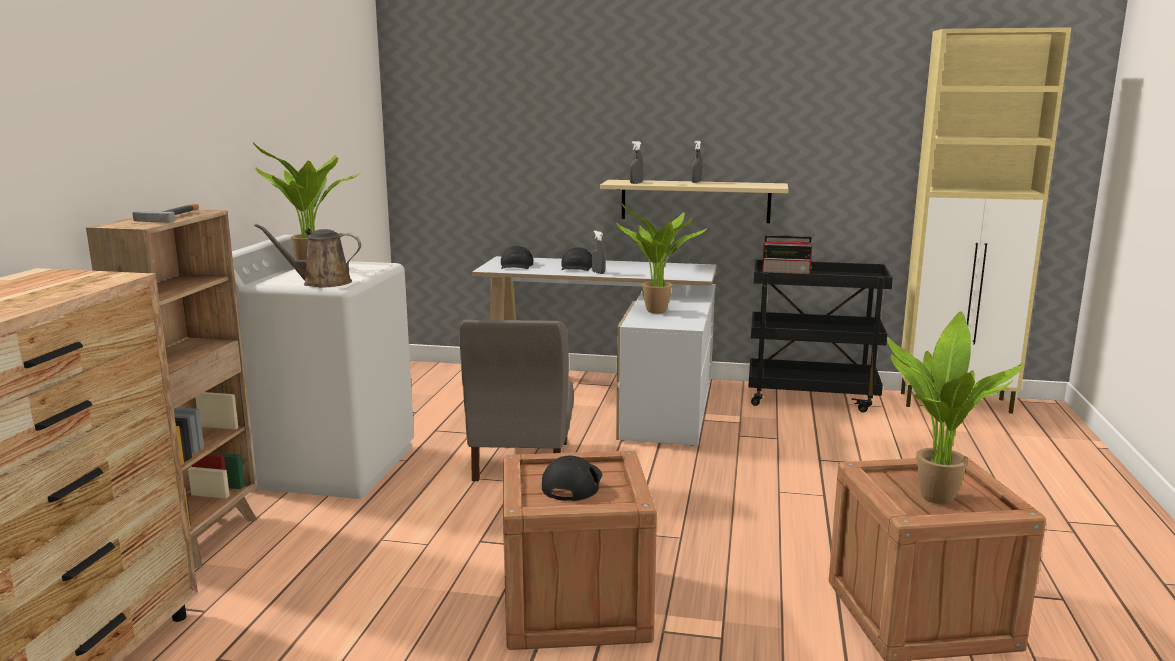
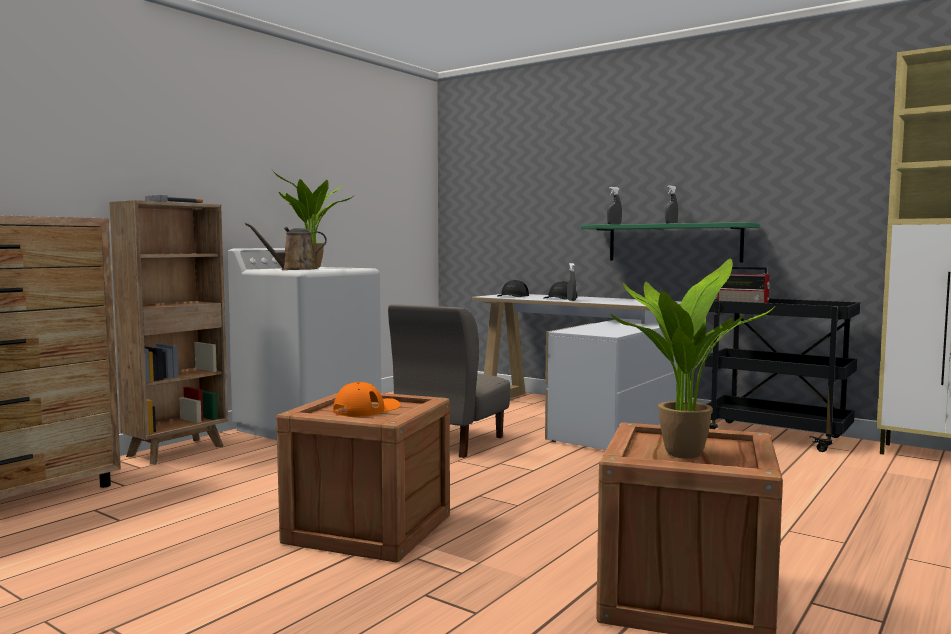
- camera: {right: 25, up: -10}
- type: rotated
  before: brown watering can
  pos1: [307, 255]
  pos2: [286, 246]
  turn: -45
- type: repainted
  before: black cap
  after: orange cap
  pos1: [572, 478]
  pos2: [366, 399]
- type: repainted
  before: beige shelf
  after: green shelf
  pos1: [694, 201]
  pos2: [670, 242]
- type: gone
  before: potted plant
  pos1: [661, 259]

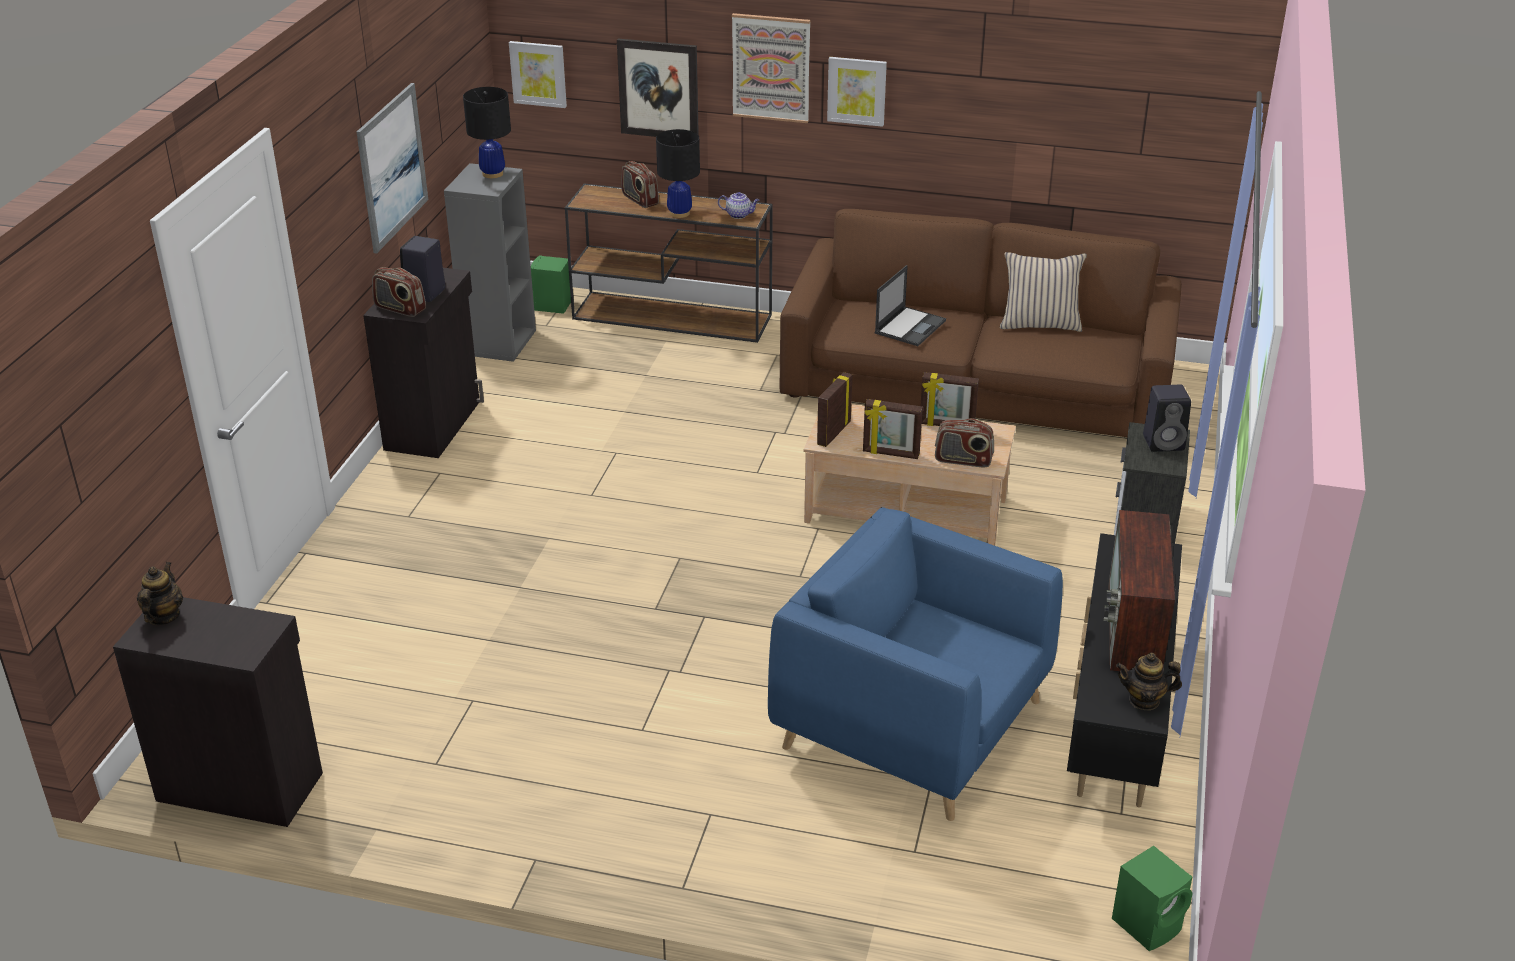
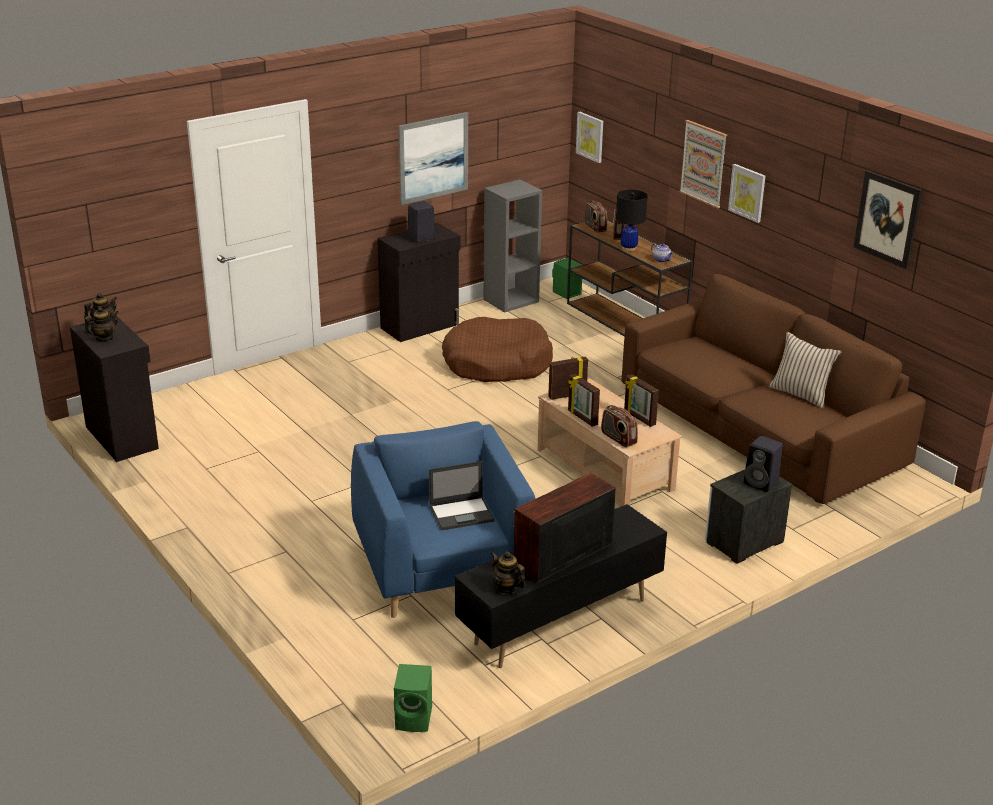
- camera: {right: 40, up: -5}
- type: new
  after: teapot
  pos2: [101, 324]
- type: shifted
  before: laptop
  pos1: [910, 305]
  pos2: [462, 496]
- type: new
  after: brown dog bed
  pos2: [497, 349]
- type: shifted
  before: radio
  pos1: [399, 292]
  pos2: [595, 217]
- type: shifted
  before: picture
  pos1: [658, 88]
  pos2: [888, 219]
- type: gone
  before: black table lamp
  pos1: [487, 132]

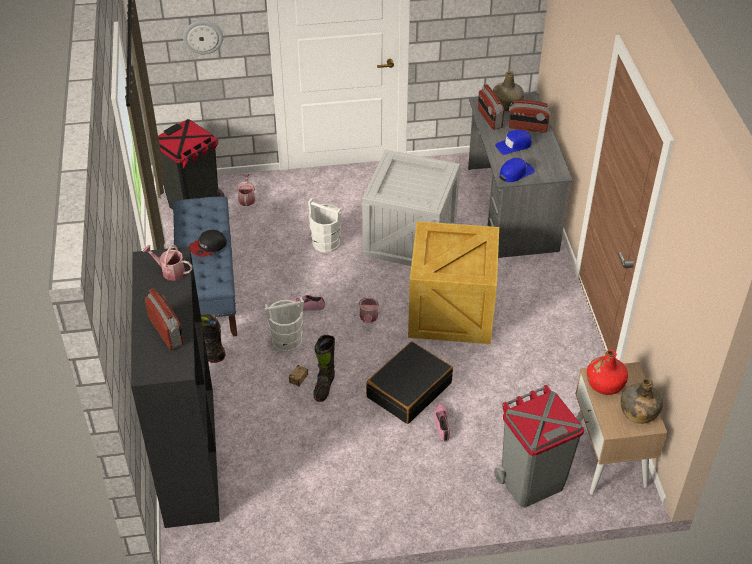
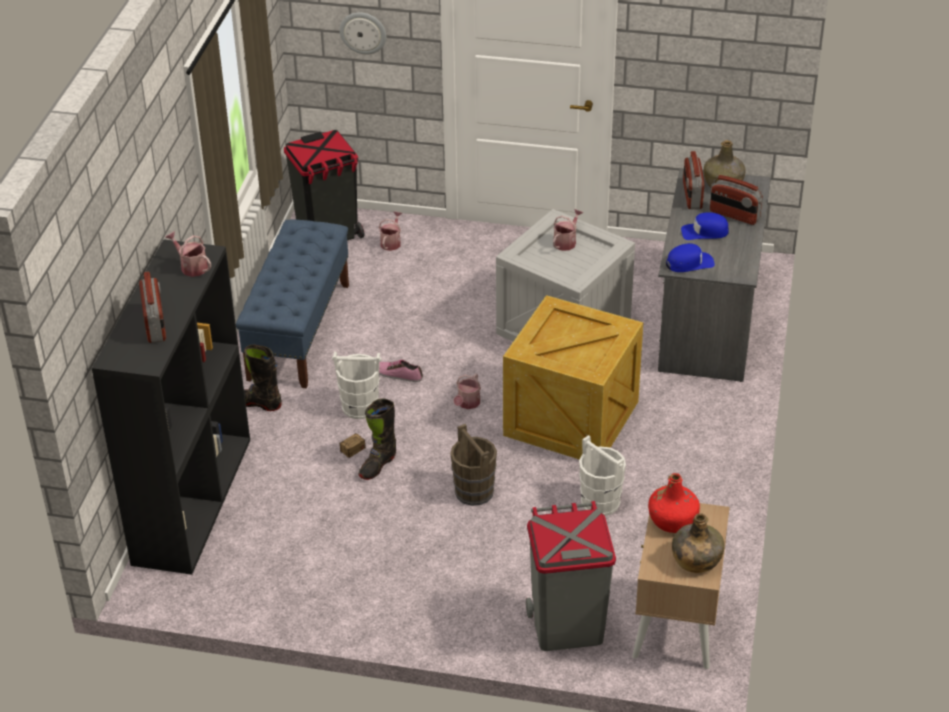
- camera: {right: 20, up: -5}
- type: swapped
  before: black suitcase
  after: brown bucket
  pos1: [409, 382]
  pos2: [473, 465]
- type: new
  after: watering can
  pos2: [568, 230]
- type: shifted
  before: white bucket
  pos1: [325, 225]
  pos2: [602, 475]
- type: gone
  before: cap
  pos1: [208, 243]
- type: gone
  before: shoe
  pos1: [441, 422]

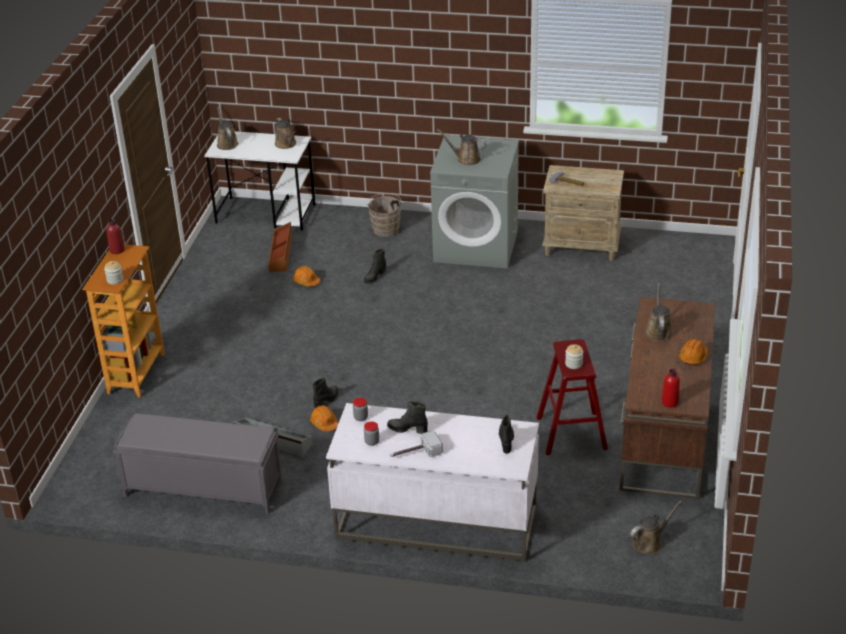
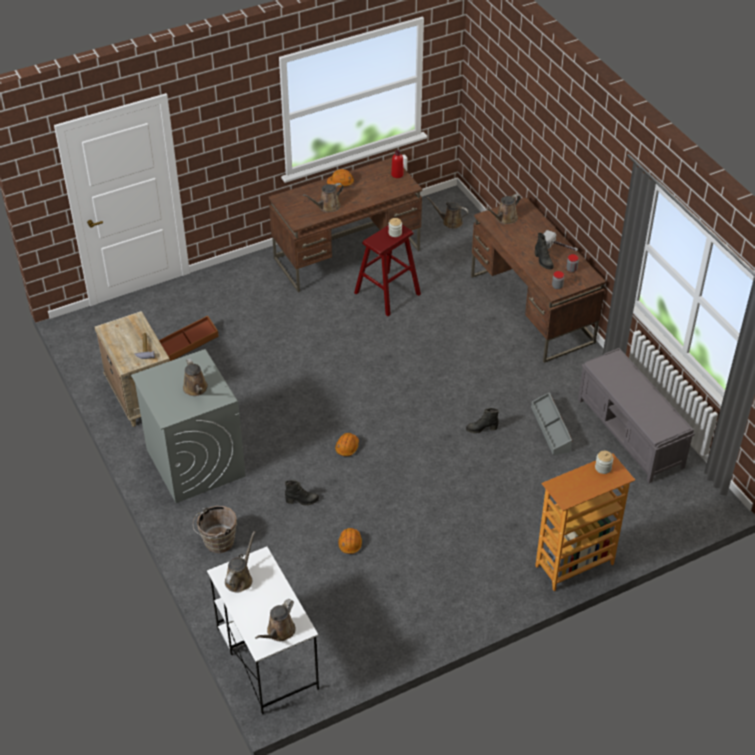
- camera: {right: -130, up: 10}
- type: shifted
  before: brown storage box
  pos1: [280, 247]
  pos2: [189, 339]
- type: shifted
  before: orange hard hat
  pos1: [324, 418]
  pos2: [347, 444]
- type: repainted
  before: white desk
  after: brown desk
  pos1: [432, 482]
  pos2: [538, 280]
- type: swapped
  before: black boot
  after: brown watering can
  pos1: [506, 434]
  pos2: [503, 209]
- type: gone
  before: red bottle
  pos1: [115, 236]

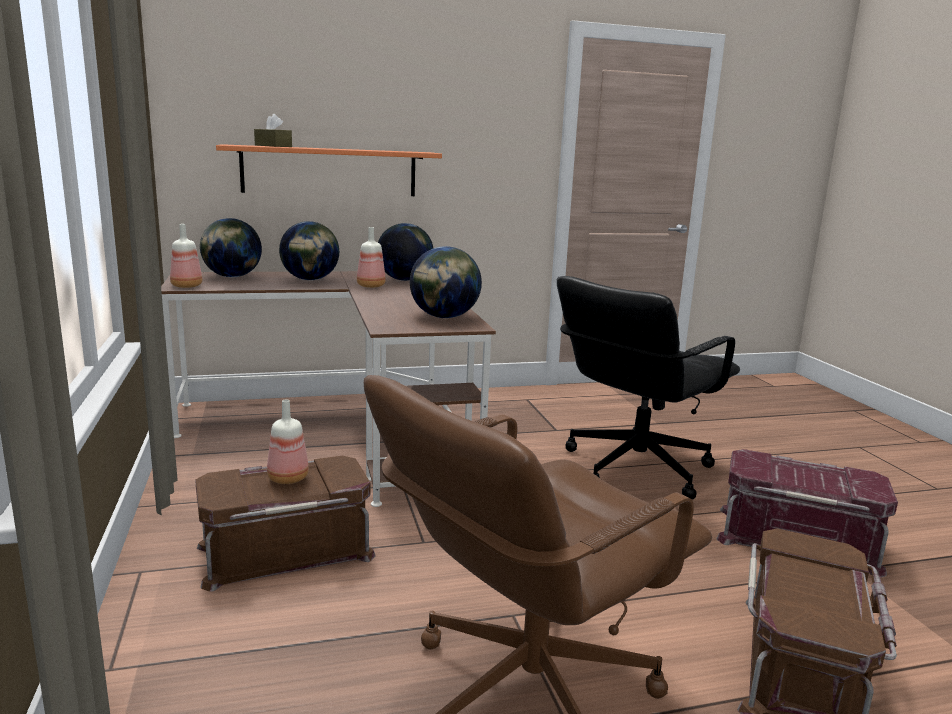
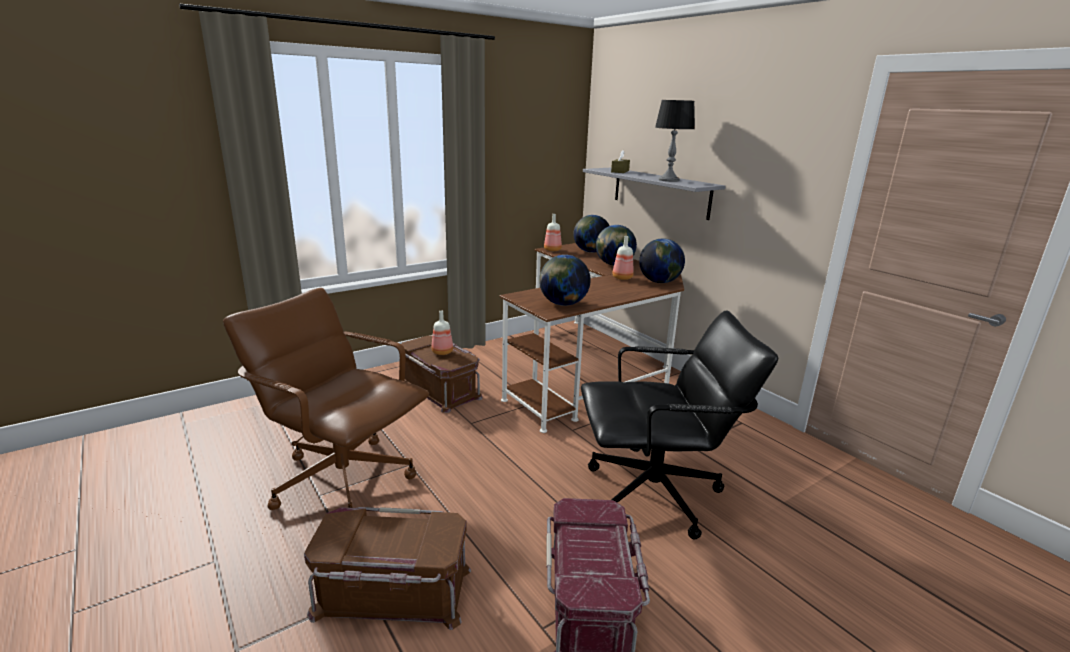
- camera: {right: 70, up: 5}
- type: rotated
  before: black office chair
  pos1: [648, 388]
  pos2: [679, 425]
  turn: 150
- type: repainted
  before: orange shelf
  after: grey shelf
  pos1: [329, 170]
  pos2: [654, 194]
- type: new
  after: table lamp
  pos2: [675, 141]

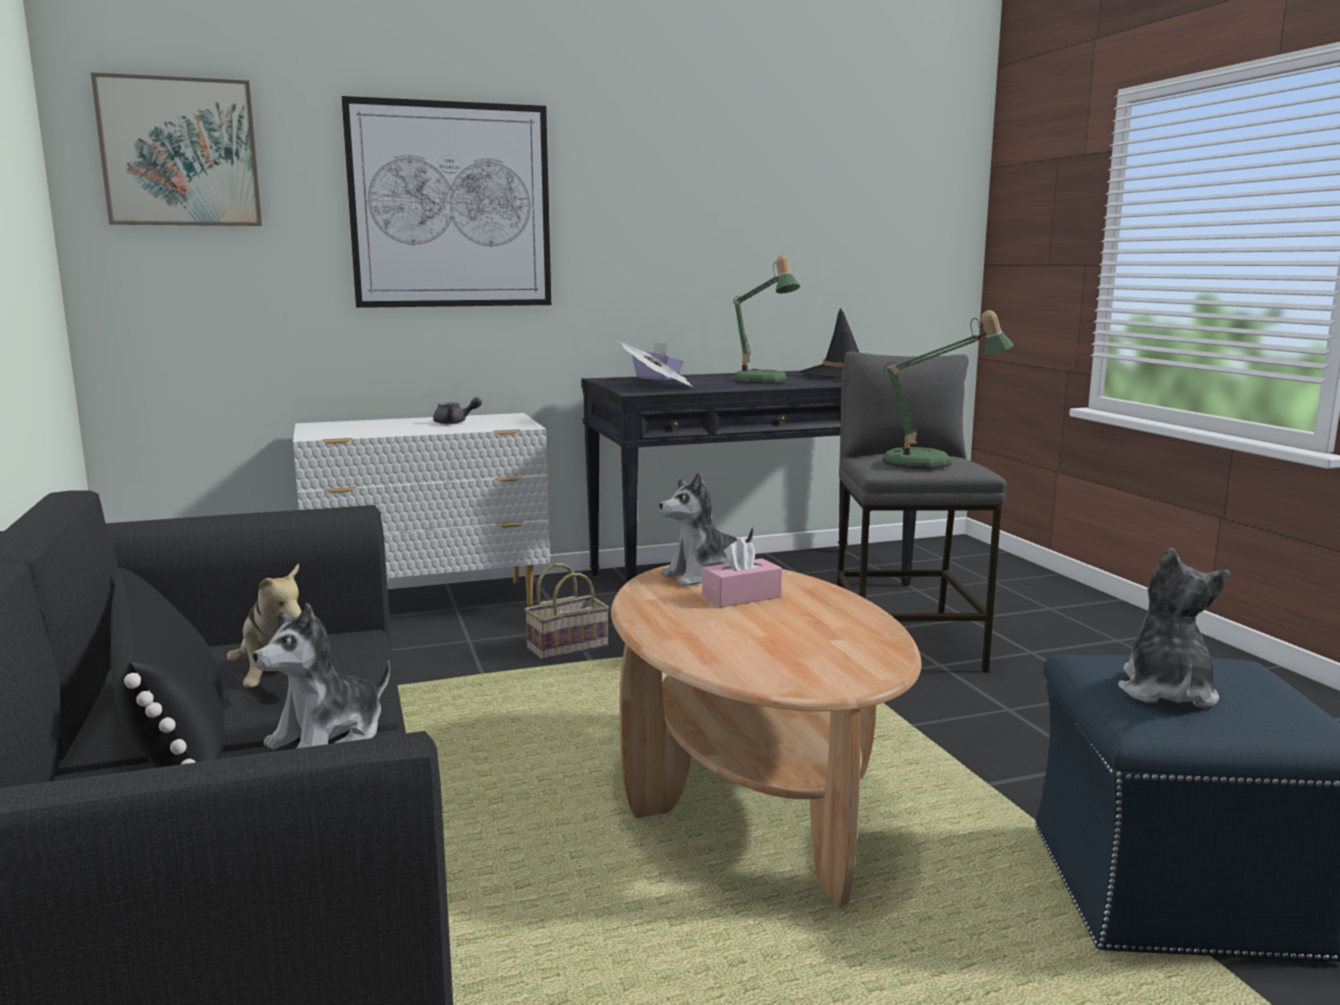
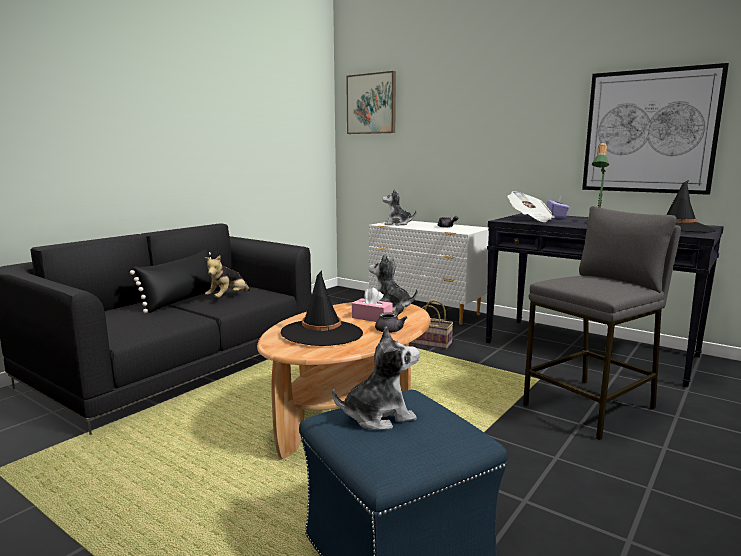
- camera: {right: 55, up: 0}
- type: new
  after: black hat
  pos2: [322, 308]
- type: new
  after: grey teapot
  pos2: [391, 318]
- type: shifted
  before: plush toy
  pos1: [321, 676]
  pos2: [399, 207]
- type: shifted
  before: picture
  pos1: [446, 202]
  pos2: [655, 129]
- type: gone
  before: table lamp
  pos1: [948, 389]

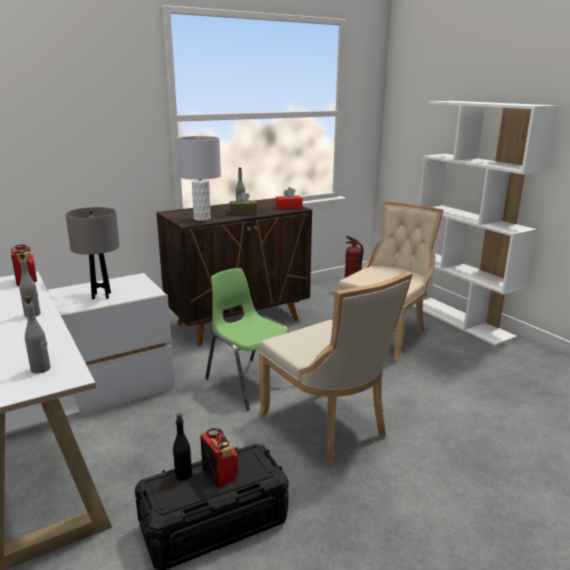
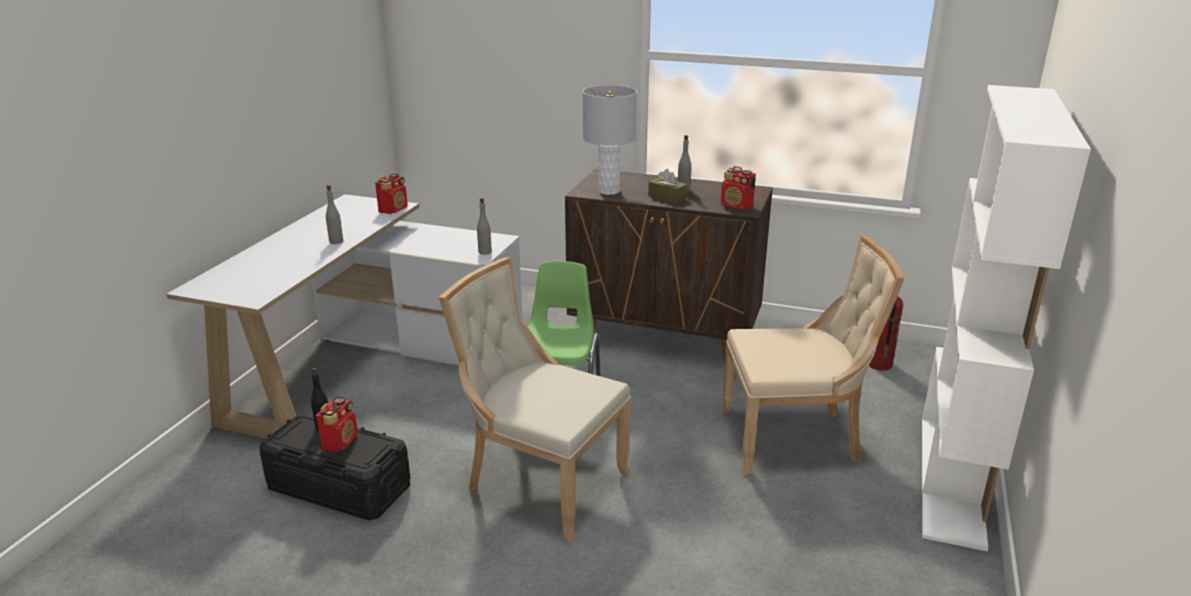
- camera: {right: 50, up: 5}
- type: rotated
  before: beige chair
  pos1: [335, 367]
  pos2: [535, 399]
  turn: 105
- type: shifted
  before: grey bottle
  pos1: [37, 335]
  pos2: [484, 226]
- type: swapped
  before: red tissue box
  after: radio
  pos1: [289, 198]
  pos2: [738, 188]
- type: gone
  before: grey table lamp
  pos1: [92, 253]

